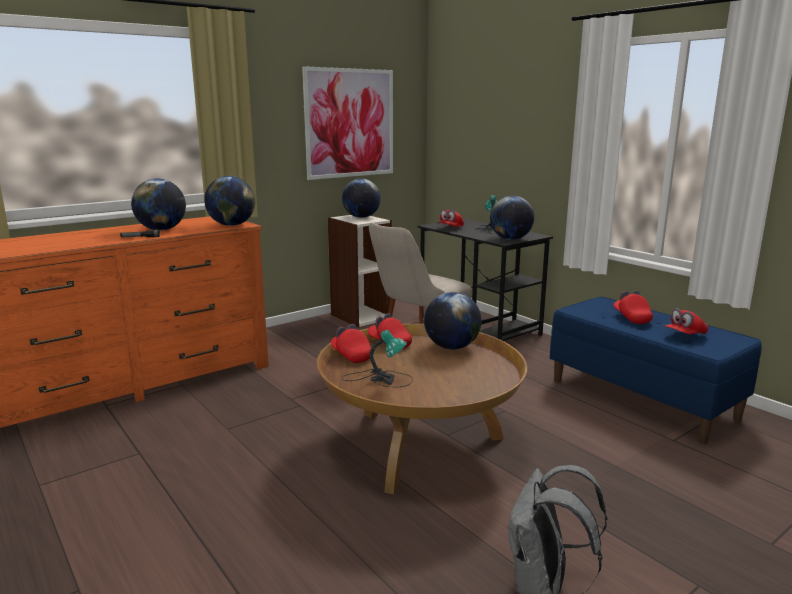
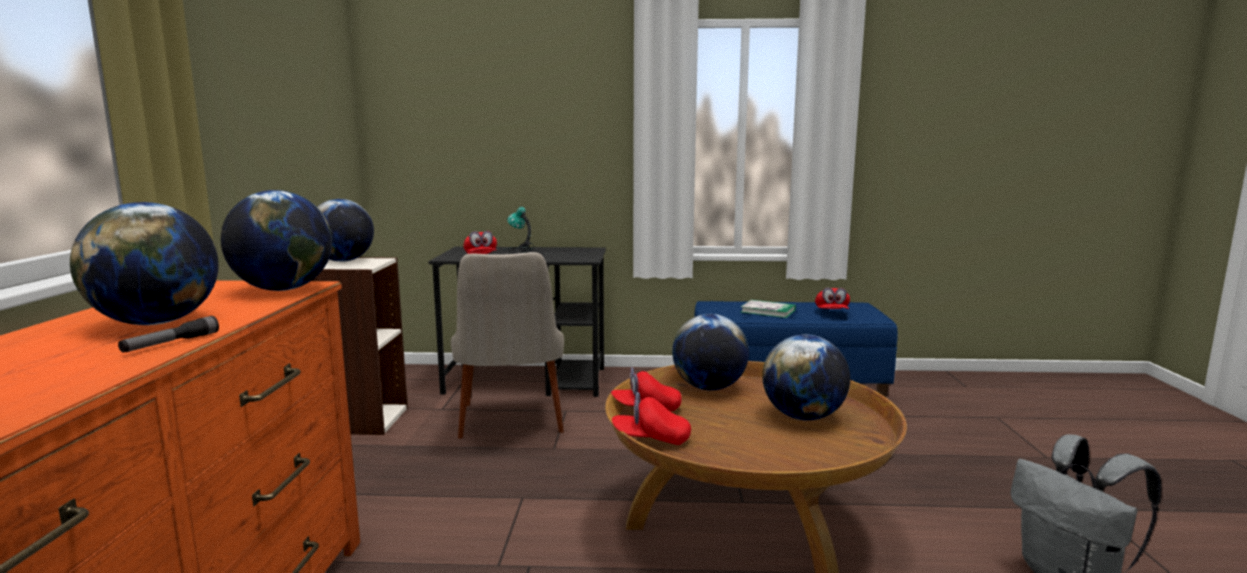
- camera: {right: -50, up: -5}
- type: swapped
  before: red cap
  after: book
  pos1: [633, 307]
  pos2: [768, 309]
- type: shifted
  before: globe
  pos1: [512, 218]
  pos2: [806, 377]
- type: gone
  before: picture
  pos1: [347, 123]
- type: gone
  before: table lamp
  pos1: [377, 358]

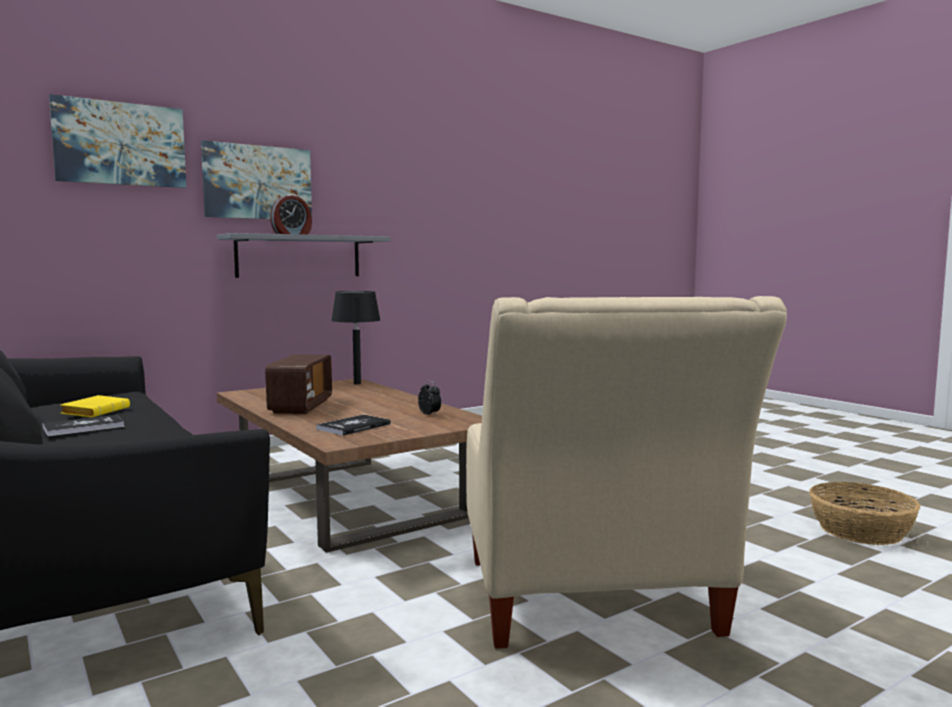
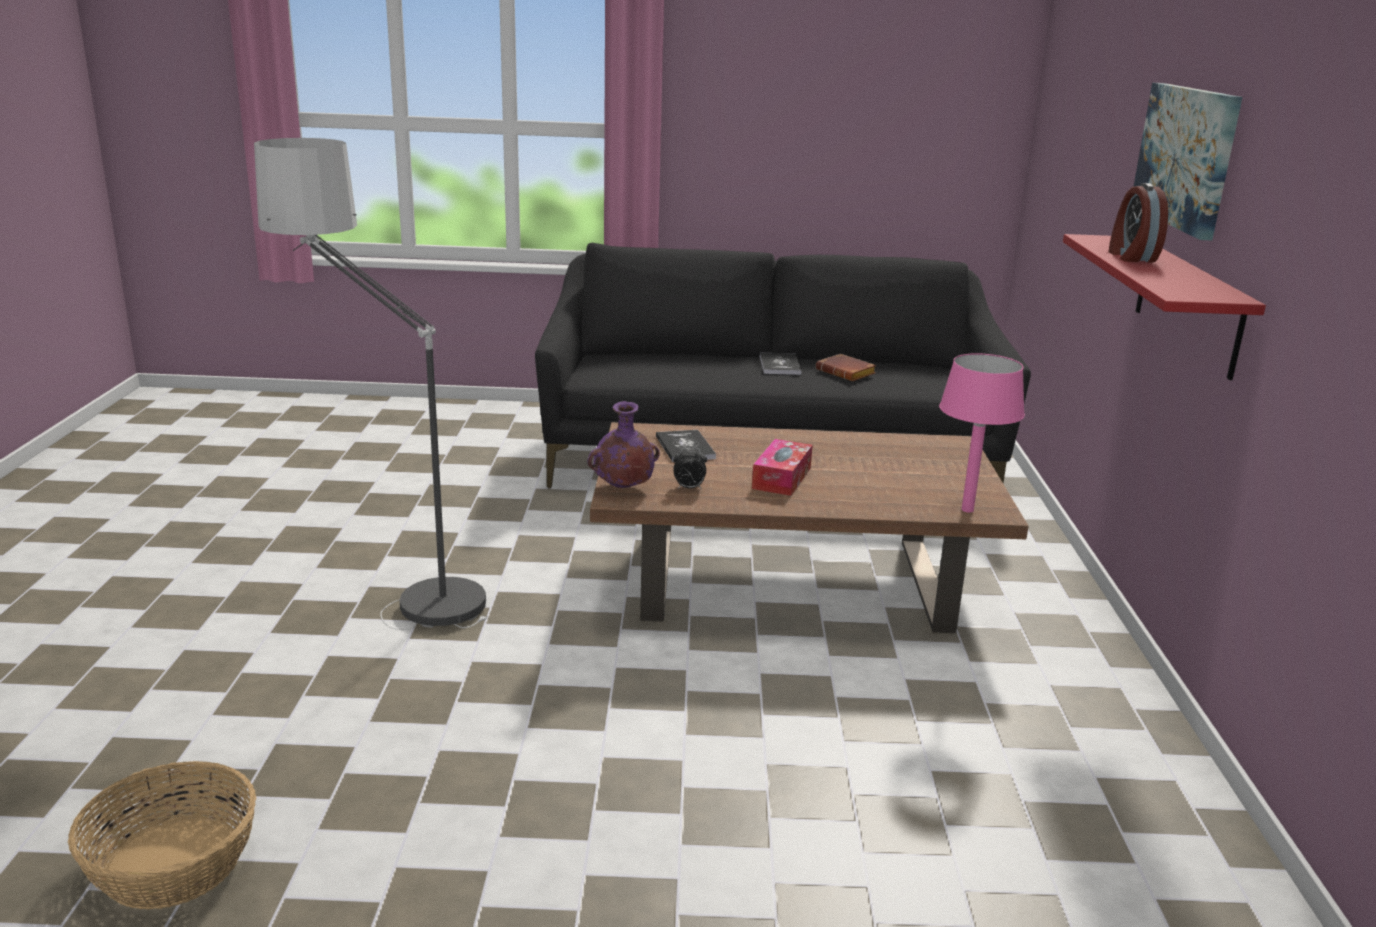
- camera: {right: 125, up: 15}
- type: swapped
  before: beige armchair
  after: floor lamp
  pos1: [626, 472]
  pos2: [371, 384]
- type: new
  after: purple vase
  pos2: [624, 444]
- type: new
  after: tissue box
  pos2: [782, 467]
- type: repainted
  before: yellow book
  after: brown book
  pos1: [95, 406]
  pos2: [846, 367]
- type: repainted
  before: black table lamp
  after: pink table lamp
  pos1: [356, 337]
  pos2: [982, 433]
- type: repainted
  before: grey shelf
  after: red shelf
  pos1: [303, 255]
  pos2: [1164, 307]
- type: gone
  before: picture
  pos1: [117, 141]
- type: gone
  before: radio
  pos1: [298, 384]

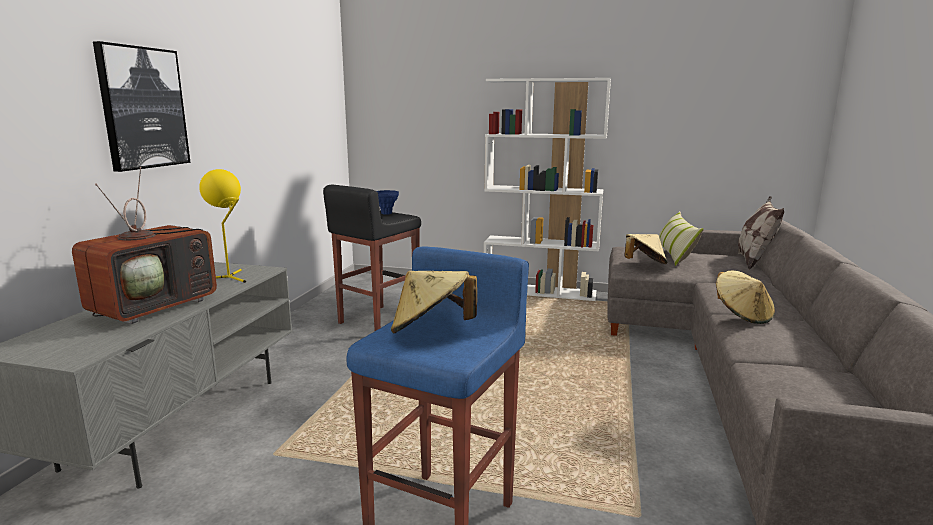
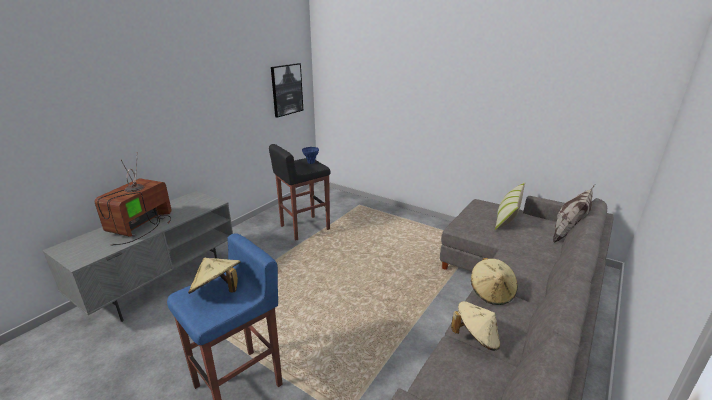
- camera: {right: 20, up: 10}
- type: rotated
  before: television
  pos1: [144, 245]
  pos2: [133, 199]
  turn: 150
- type: shifted
  before: picture
  pos1: [142, 106]
  pos2: [287, 90]
- type: shifted
  before: beige hat
  pos1: [646, 249]
  pos2: [475, 326]
- type: gone
  before: yellow table lamp
  pos1: [222, 226]
- type: gone
  before: white bookcase
  pos1: [547, 189]

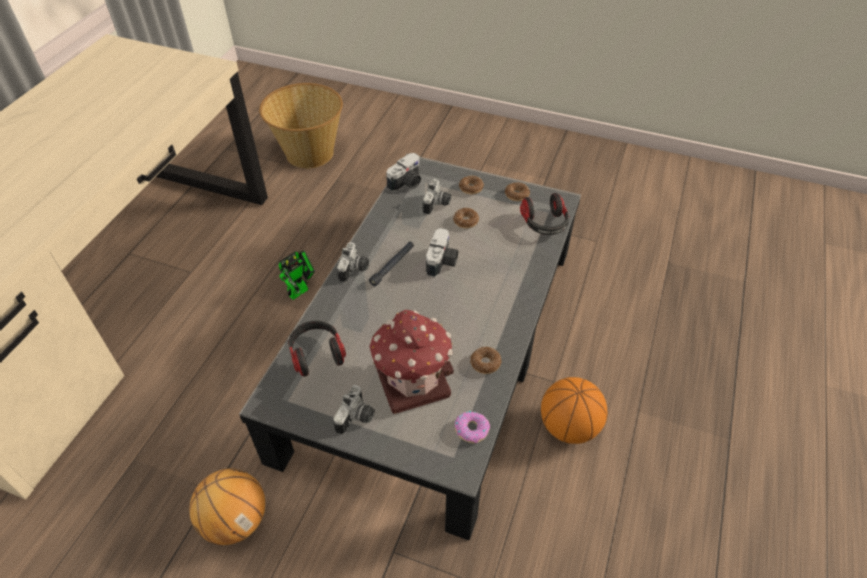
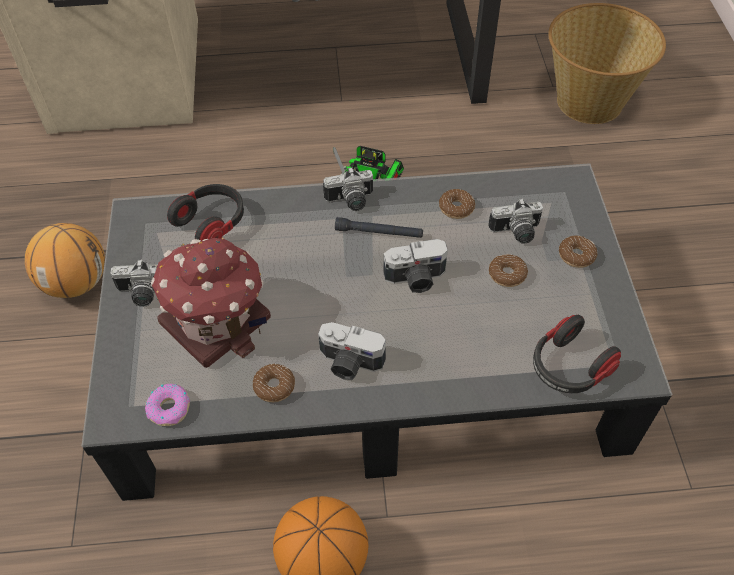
- camera: {right: 65, up: 5}
- type: shifted
  before: photo camera
  pos1: [403, 172]
  pos2: [352, 351]
- type: shifted
  before: donut
  pos1: [517, 191]
  pos2: [457, 204]

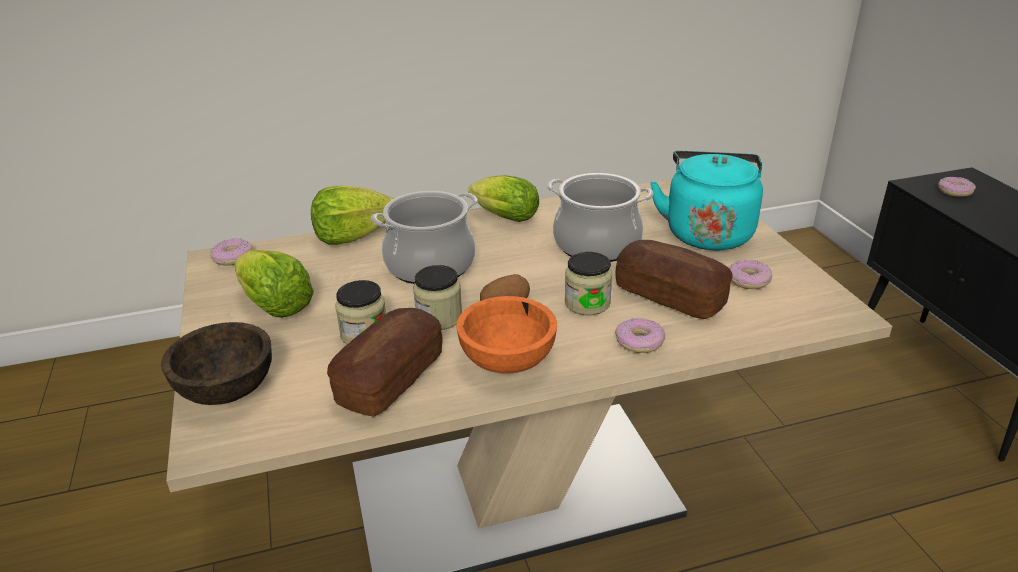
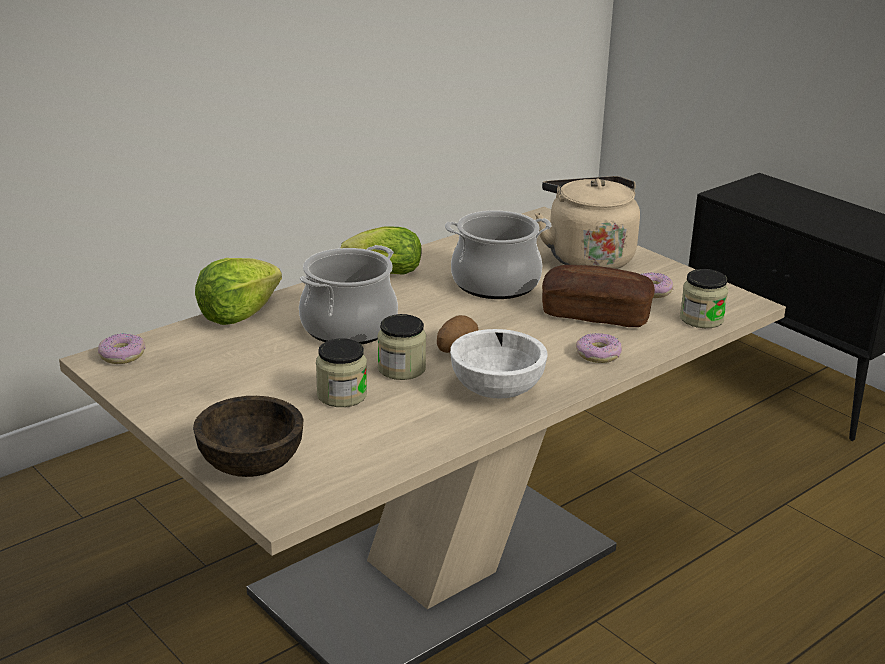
- camera: {right: -25, up: -5}
- type: repainted
  before: orange bowl
  after: white bowl
  pos1: [506, 335]
  pos2: [499, 363]
- type: repainted
  before: turquoise kettle
  after: beige kettle
  pos1: [706, 200]
  pos2: [587, 222]
- type: shifted
  before: jar
  pos1: [588, 283]
  pos2: [704, 298]
- type: gone
  before: lettuce
  pos1: [274, 284]
- type: gone
  before: bread
  pos1: [385, 362]
- type: gone
  before: donut
  pos1: [957, 187]

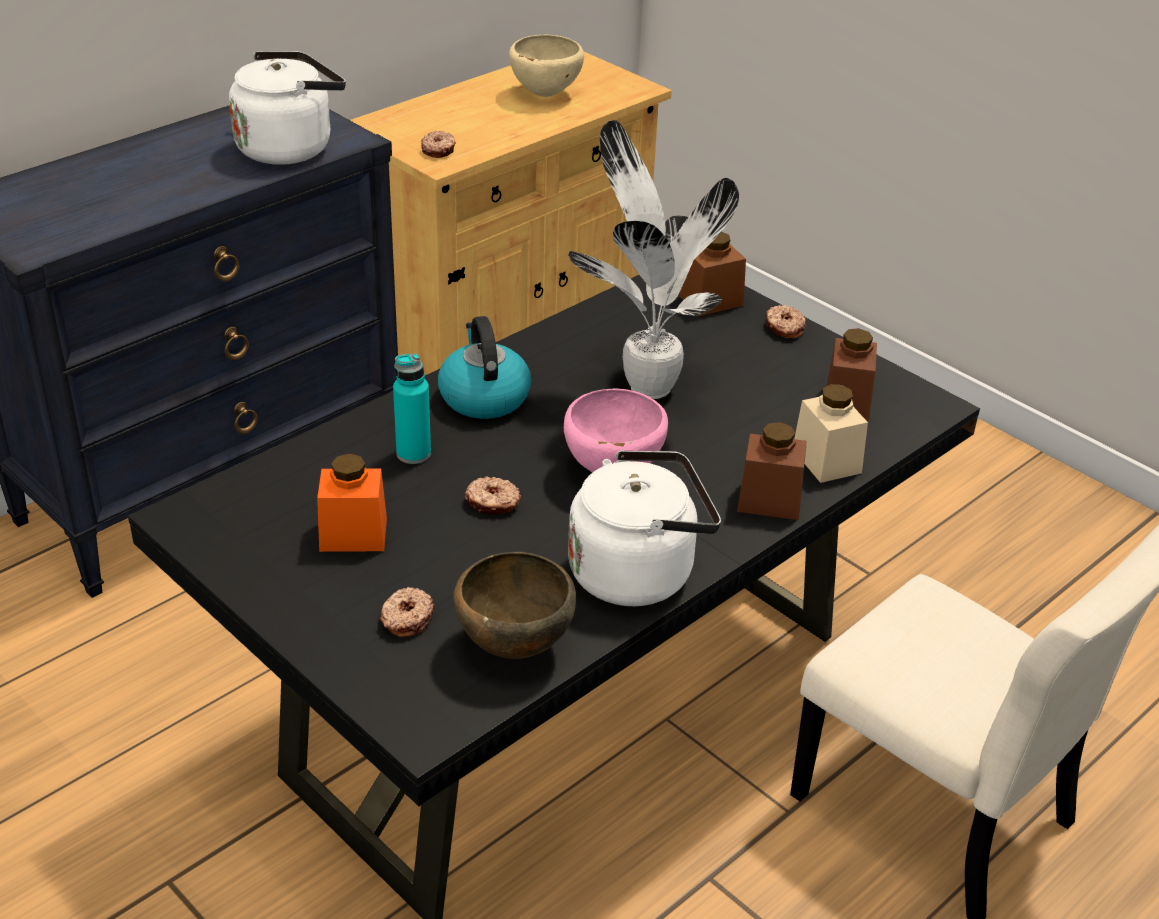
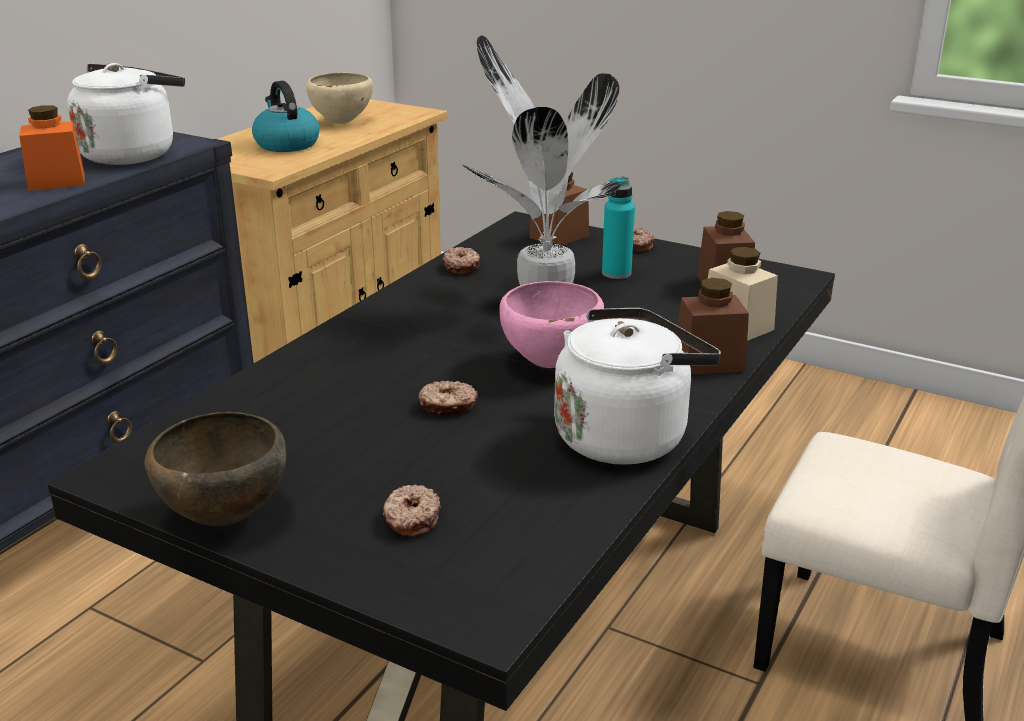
- camera: {right: -15, up: -10}
- type: shifted
  before: orange jar
  pos1: [352, 502]
  pos2: [52, 148]
- type: shifted
  before: brown bowl
  pos1: [514, 605]
  pos2: [215, 469]
- type: shifted
  before: kettle
  pos1: [484, 367]
  pos2: [286, 116]
- type: shifted
  before: donut
  pos1: [438, 144]
  pos2: [461, 260]
- type: shifted
  before: turquoise bottle
  pos1: [412, 409]
  pos2: [618, 227]

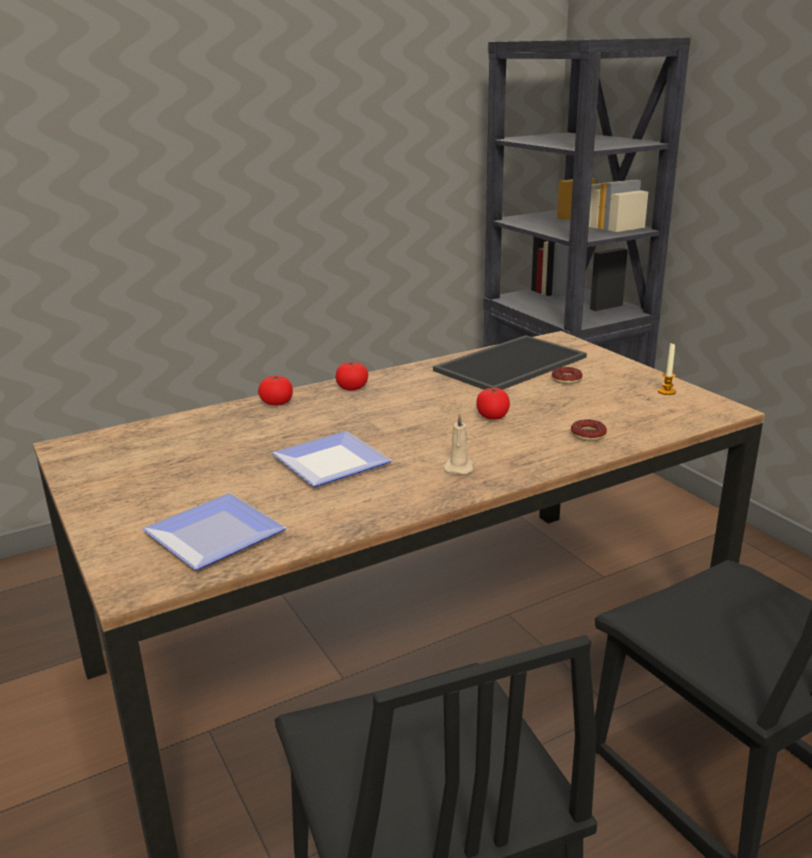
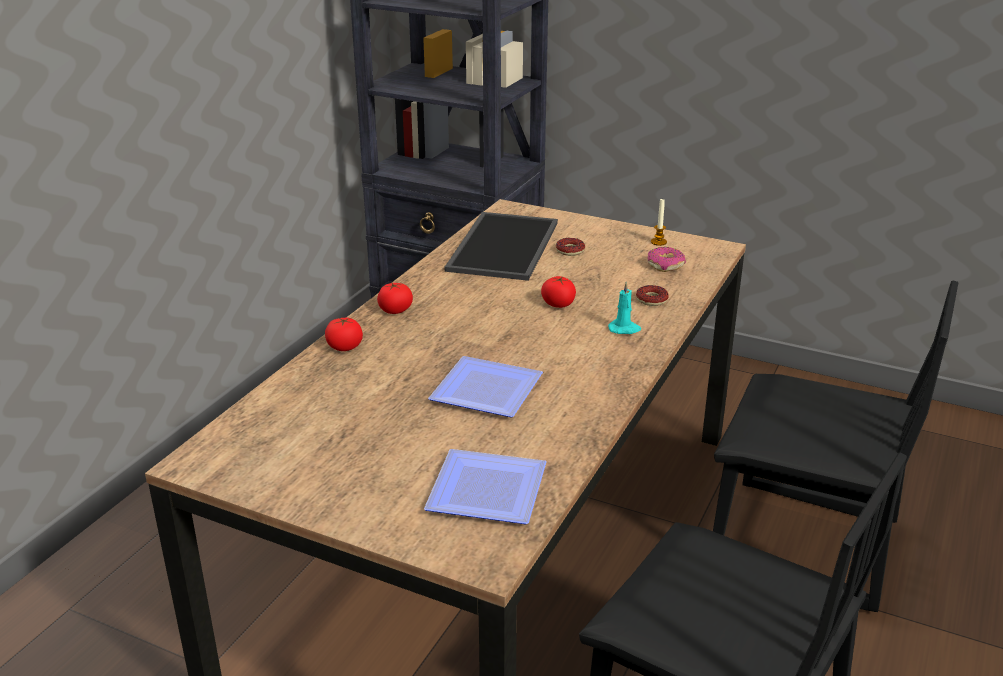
- camera: {right: -35, up: 5}
- type: new
  after: turquoise candle
  pos2: [624, 307]
- type: new
  after: donut
  pos2: [666, 259]
- type: gone
  before: beige candle
  pos1: [458, 444]

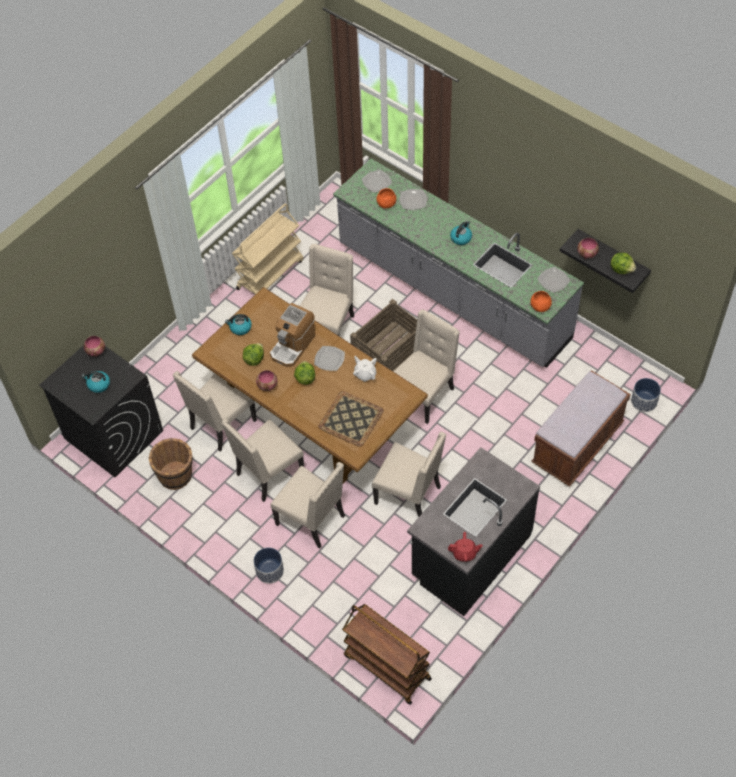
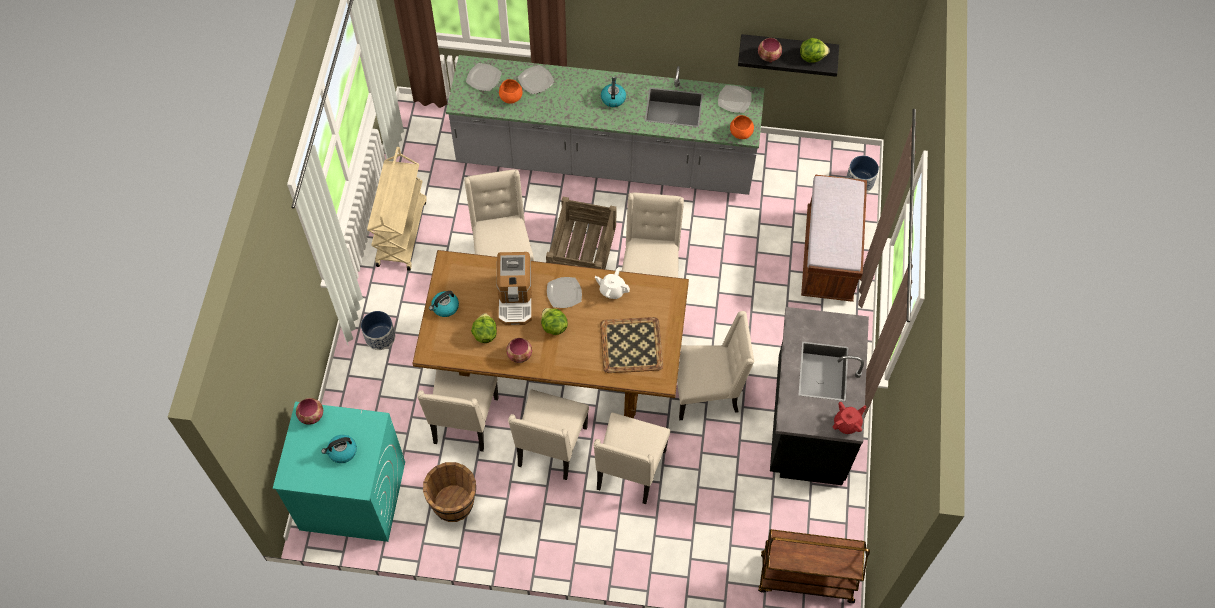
- camera: {right: -35, up: 5}
- type: repainted
  before: black washing machine
  after: turquoise washing machine
  pos1: [101, 411]
  pos2: [339, 471]
- type: shifted
  before: planter
  pos1: [269, 565]
  pos2: [378, 330]
- type: rotated
  before: beige chair
  pos1: [307, 505]
  pos2: [631, 458]
  turn: 105

